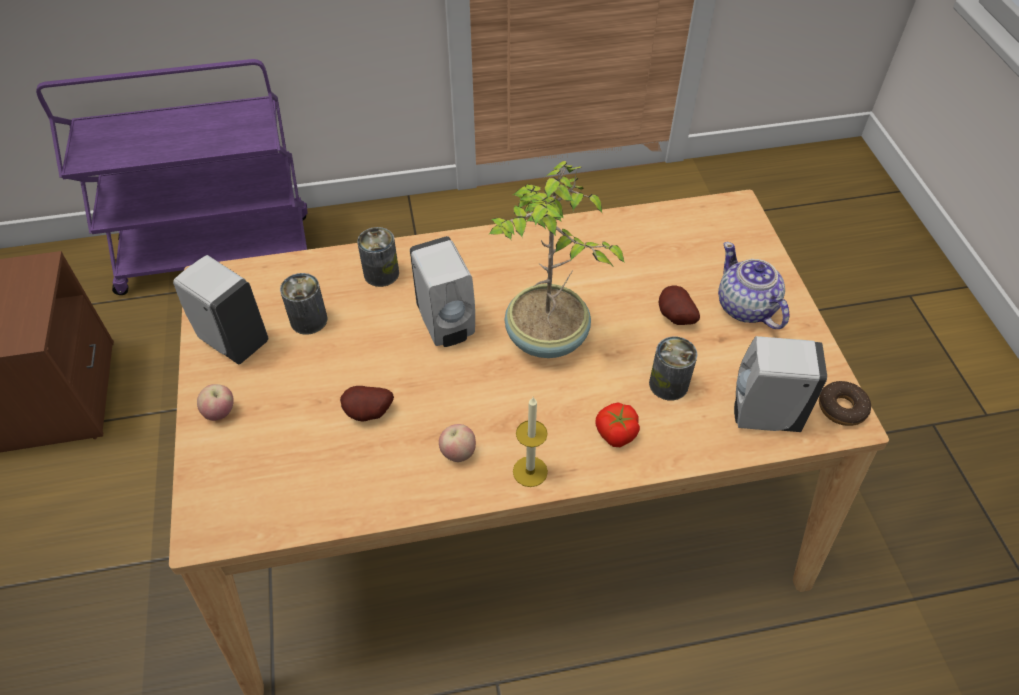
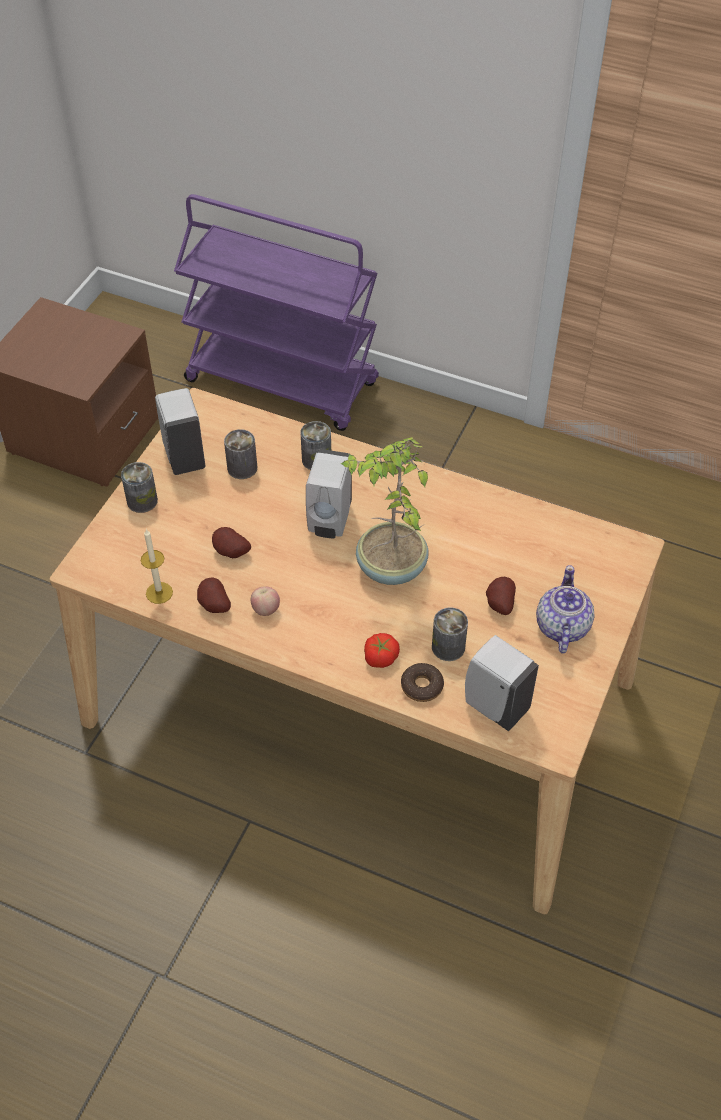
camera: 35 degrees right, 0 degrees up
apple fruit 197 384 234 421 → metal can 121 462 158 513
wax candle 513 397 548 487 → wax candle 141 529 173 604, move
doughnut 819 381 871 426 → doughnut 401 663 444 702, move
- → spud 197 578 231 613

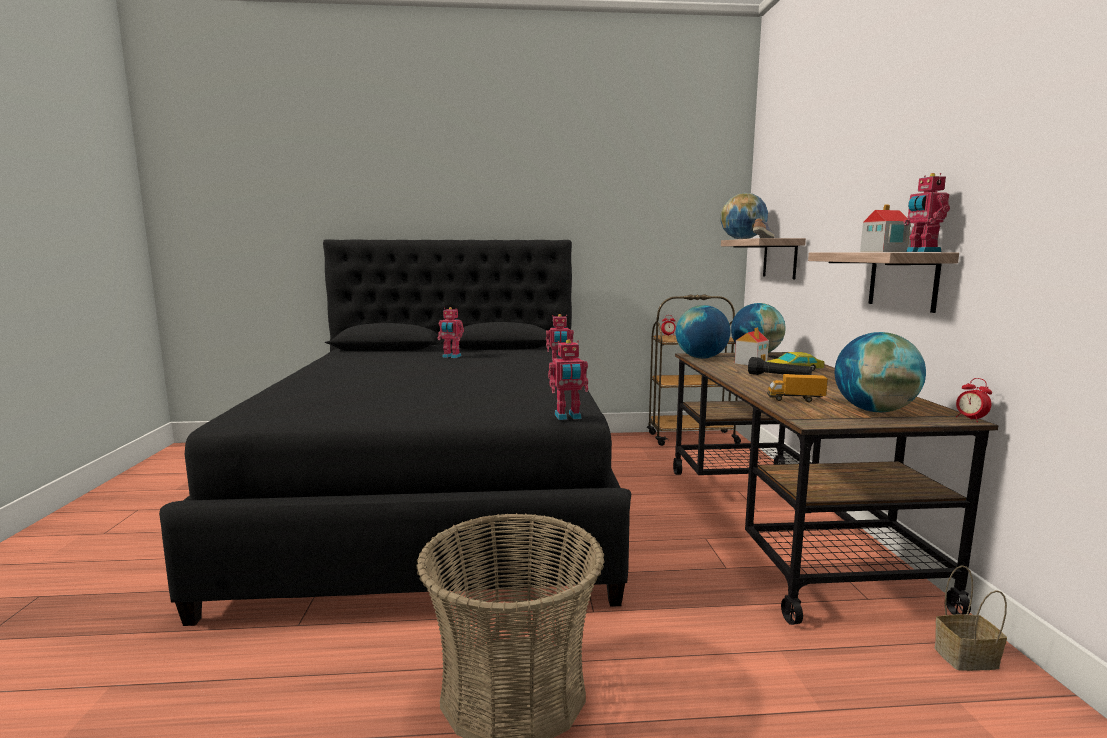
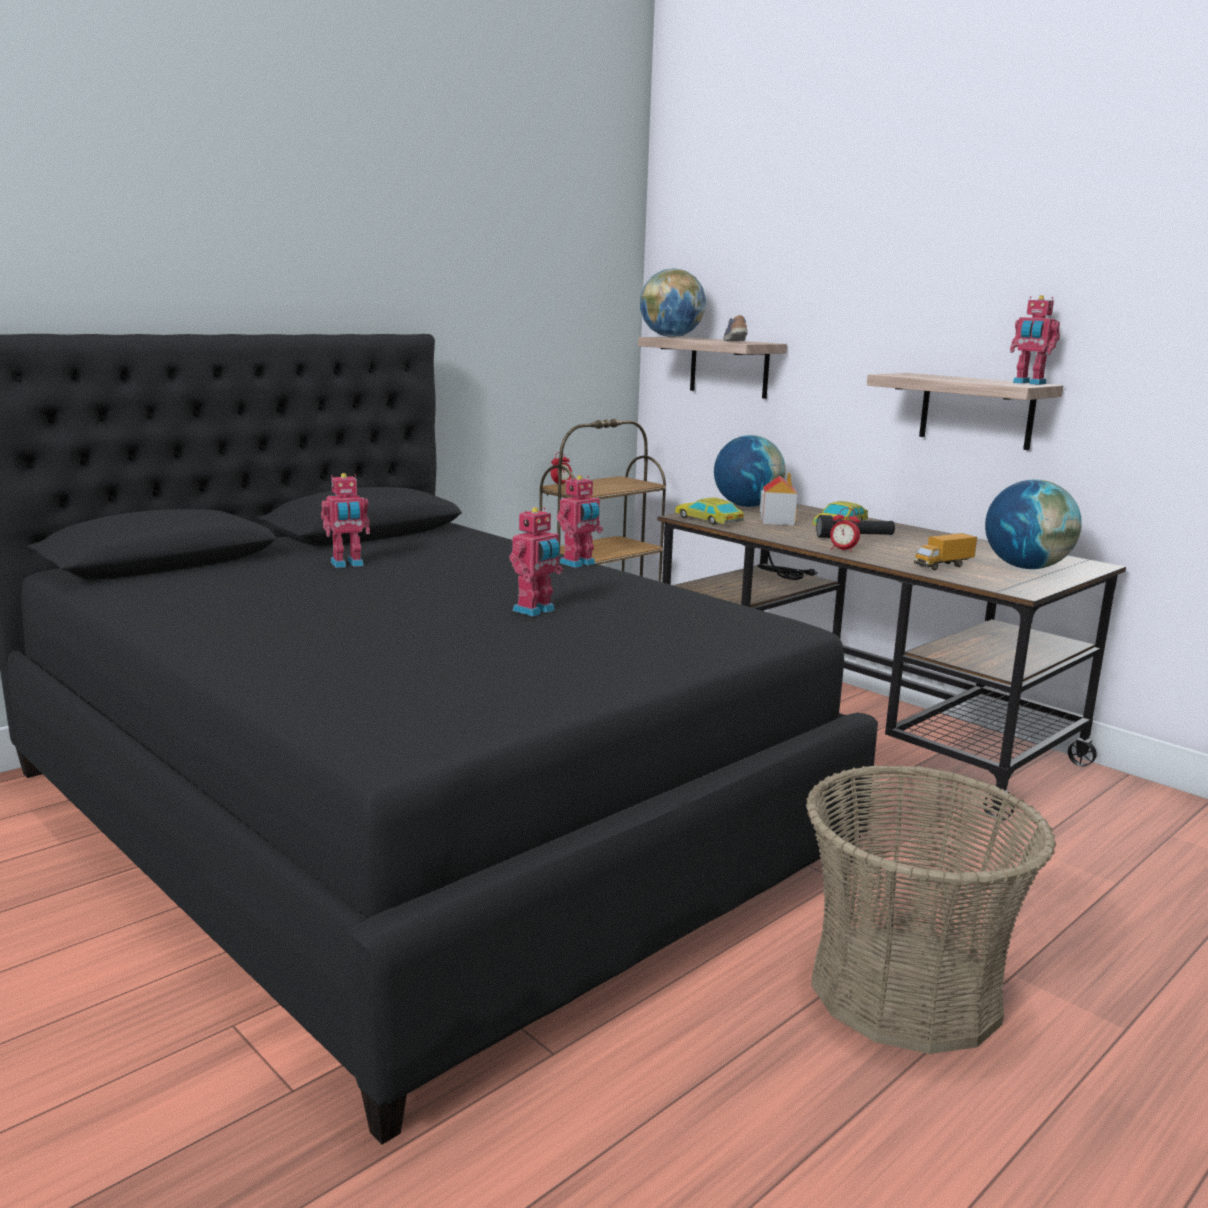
camera: 40 degrees left, 5 degrees up
model robot 548 339 588 420 → model robot 509 507 563 617, move
desk globe 676 305 731 359 → miniature car 675 497 744 525
toy house 860 204 911 252 → -
storage basket 935 565 1007 671 → -
alarm clock 956 378 992 422 → alarm clock 830 508 860 553, move

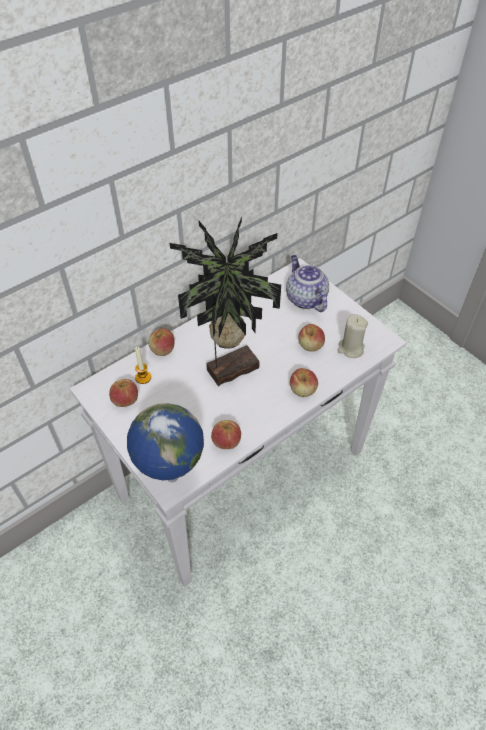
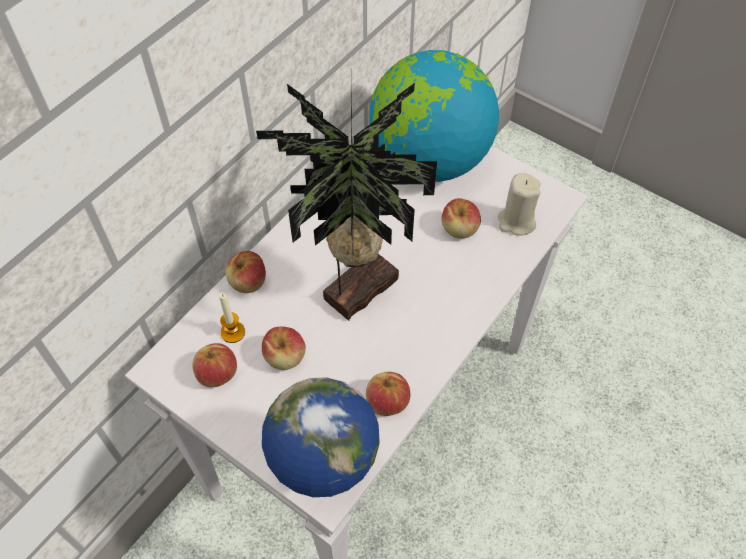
camera: 15 degrees left, 5 degrees up
teapot 286 255 329 312 → desk globe 370 50 499 182
apple fruit 290 368 318 397 → apple fruit 262 327 306 370, move

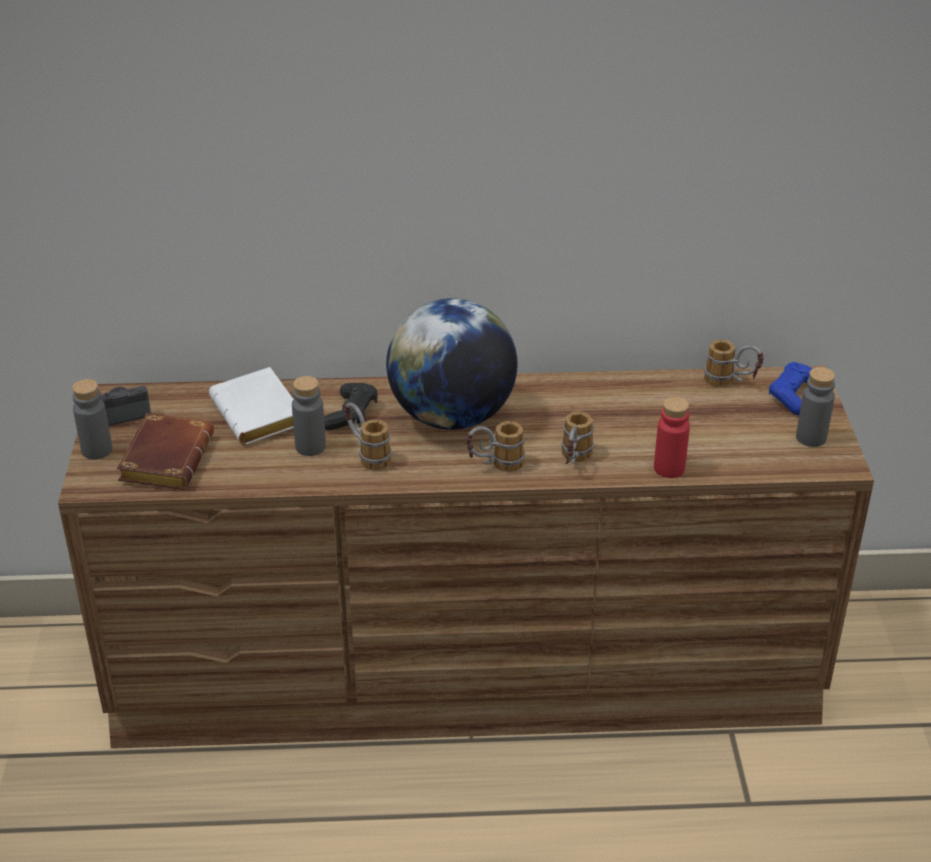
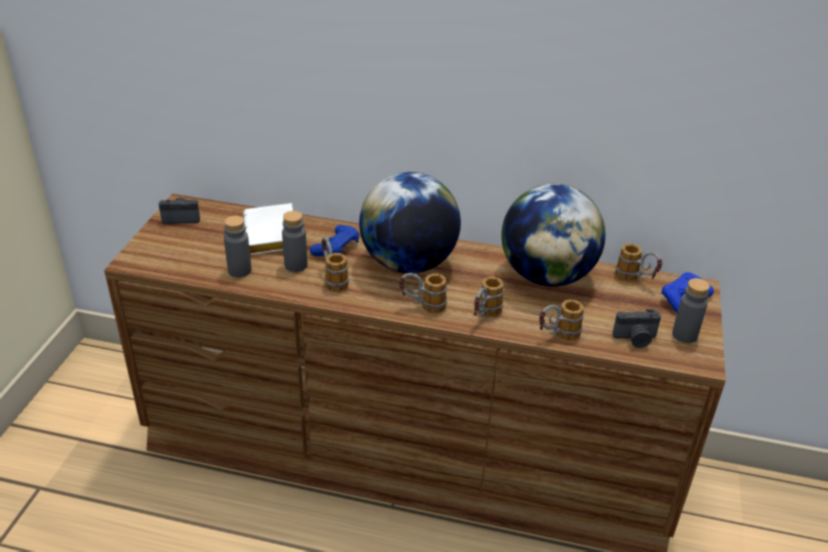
camera: 15 degrees right, 0 degrees up
gray bottle 72 379 112 459 → gray bottle 224 216 251 277, move
brown bound book 117 413 214 490 → -
black-coloured game controller 324 383 378 430 → blue-coloured game controller 310 225 359 256
red bottle 654 397 690 478 → tea mug 539 299 584 341
- → desk globe 501 184 605 287
- → still camera 613 309 661 348

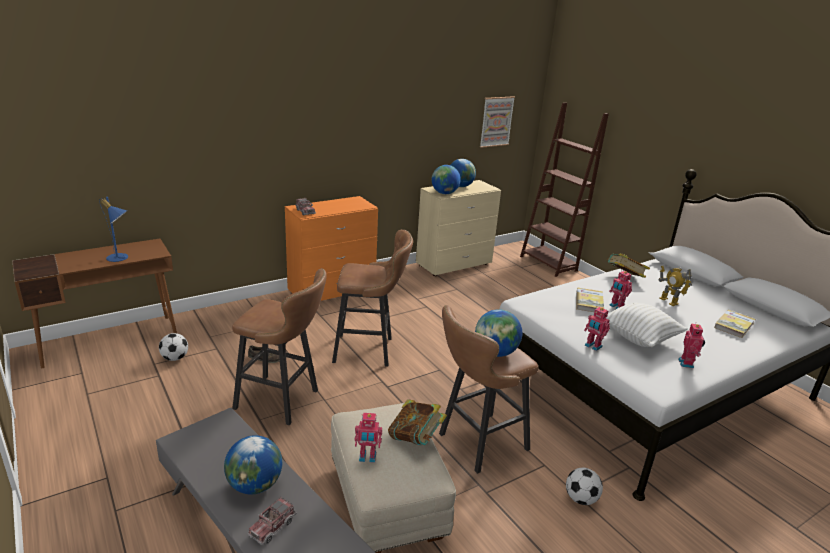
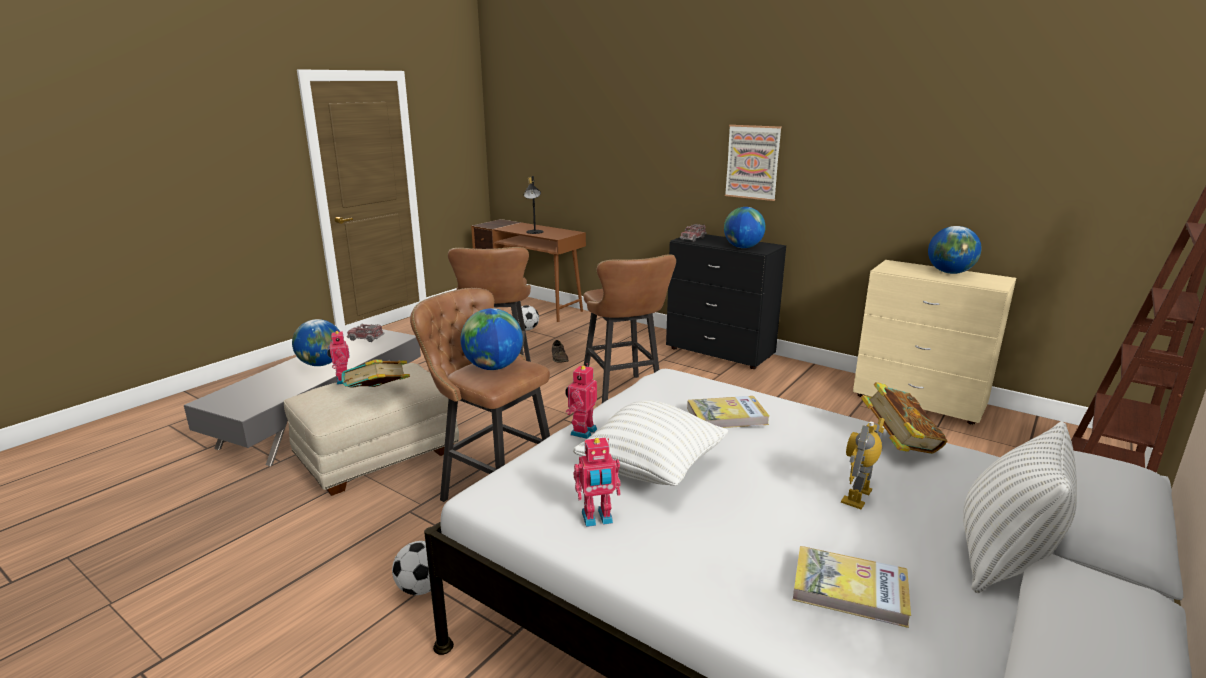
camera: 70 degrees right, 5 degrees down
blue-coloured lamp for a table 99 197 128 262 → black-coloured lamp for a table 524 176 543 234
toy lorry 248 497 297 545 → toy lorry 347 323 385 342, move
orange chest of drawers 285 196 378 301 → black-coloured chest of drawers 666 234 786 369
desk globe 431 165 461 194 → desk globe 724 207 766 248, move
wall picture 480 96 515 148 → wall picture 725 125 782 201, move
model robot 609 270 632 309 → -
- → whitish pillow 963 421 1077 593

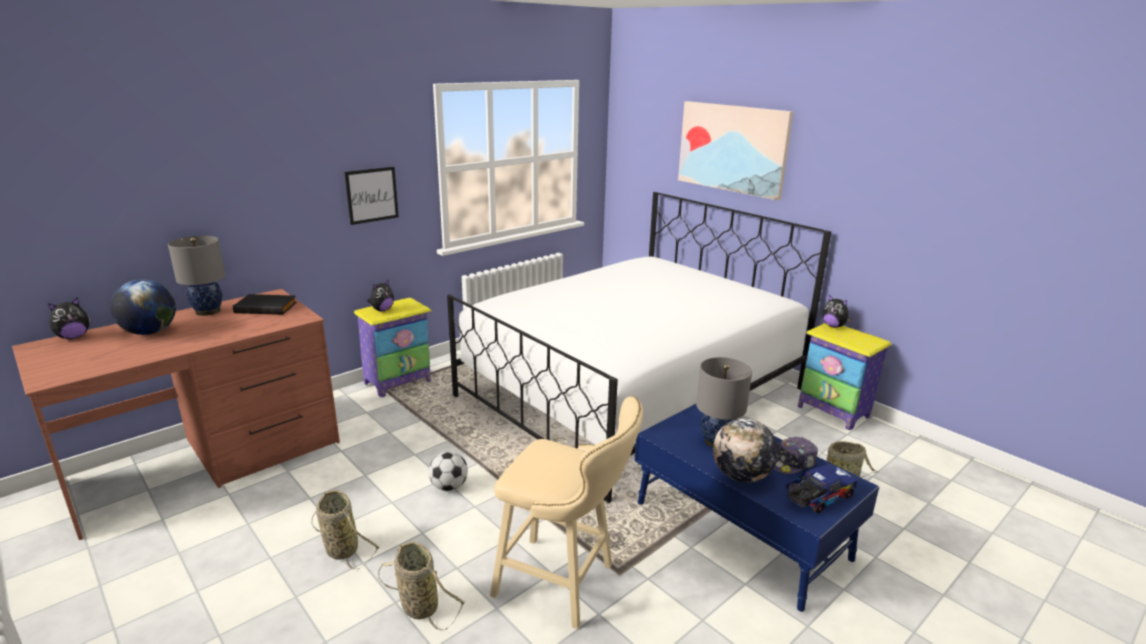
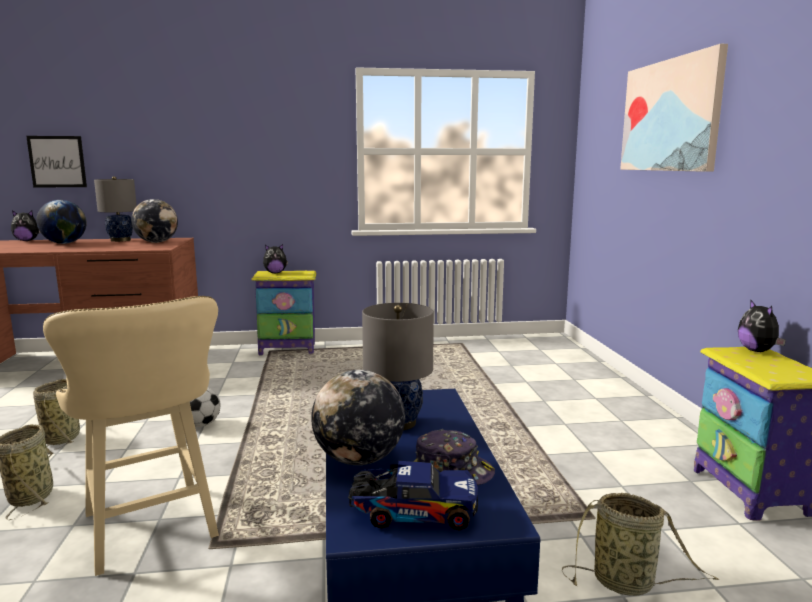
camera: 35 degrees right, 10 degrees down
black-coloured bound book 233 294 297 315 → desk globe 131 199 178 243
wall picture 344 167 399 225 → wall picture 26 136 87 187, move
whitish bed 447 192 831 503 → -
baseball cap 773 437 818 474 → baseball cap 413 429 495 485, 150 degrees counterclockwise

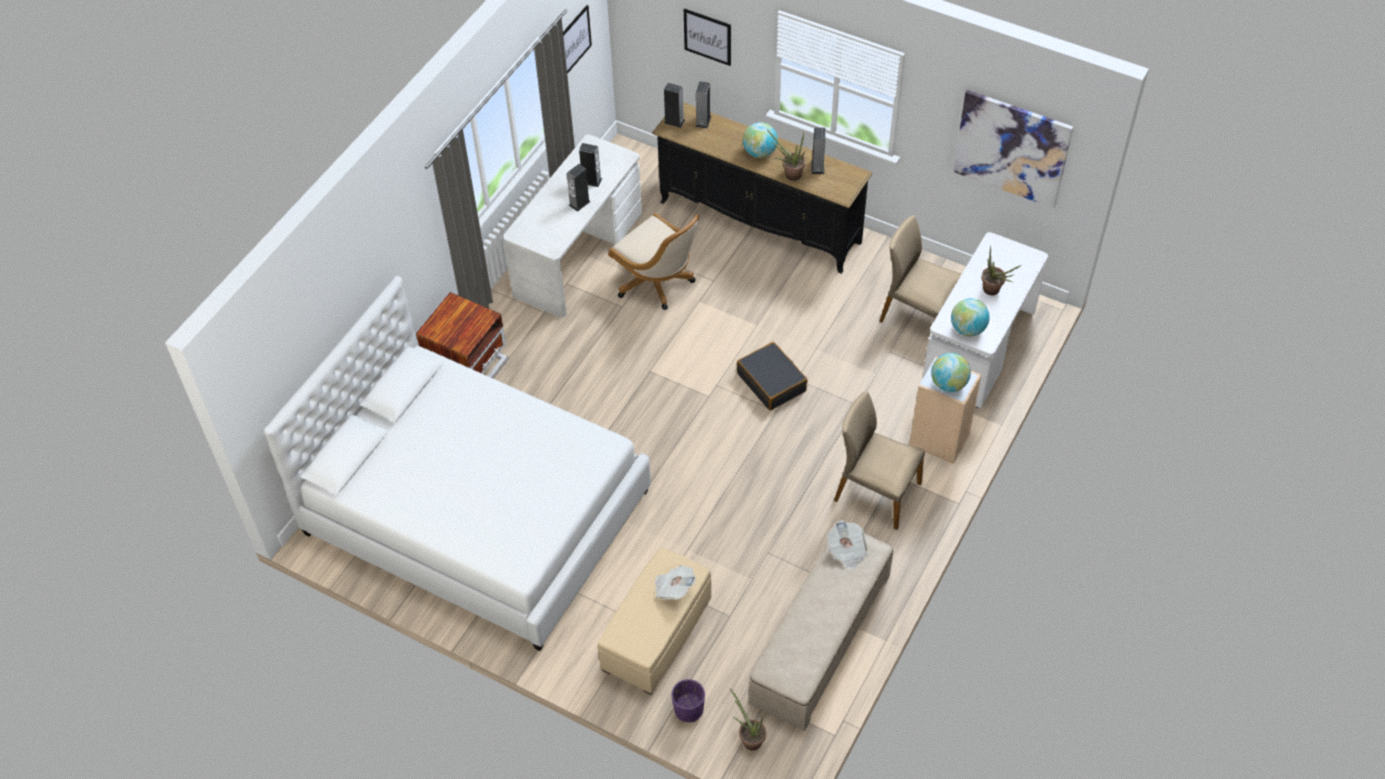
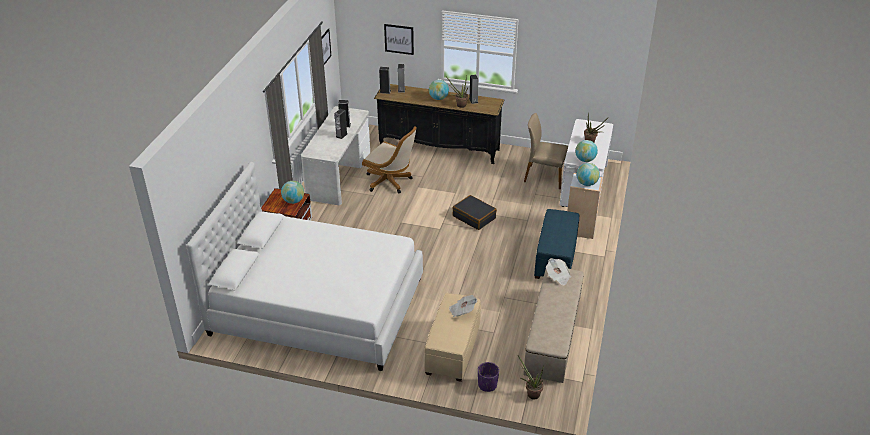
camera: 15 degrees left, 15 degrees down
beige-coloured upright chair 834 392 925 530 → blue-coloured pouffe 534 209 579 279
wall picture 953 90 1073 208 → -
- → desk globe 281 181 304 204

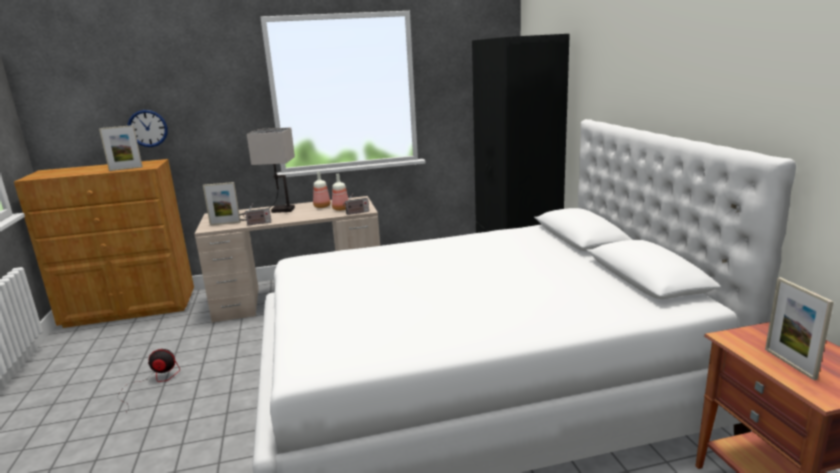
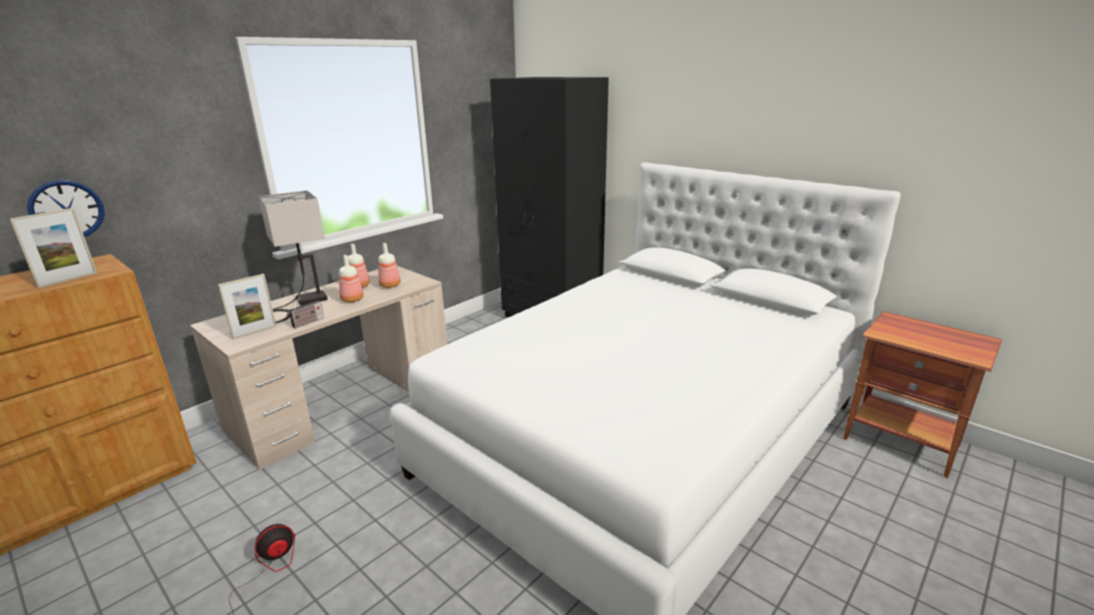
camera: 35 degrees left, 5 degrees up
radio receiver 343 194 369 215 → -
standing frame 765 277 834 380 → -
- → bottle 339 255 364 302

